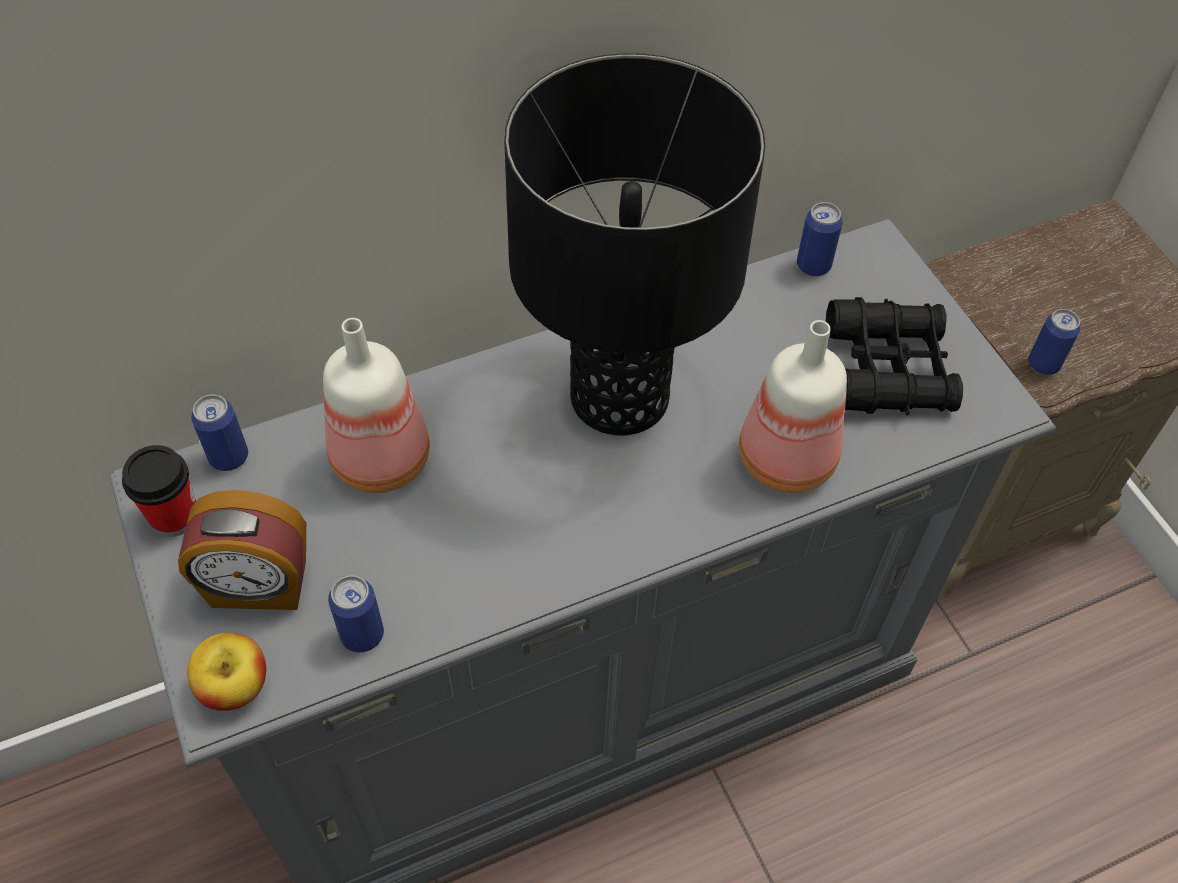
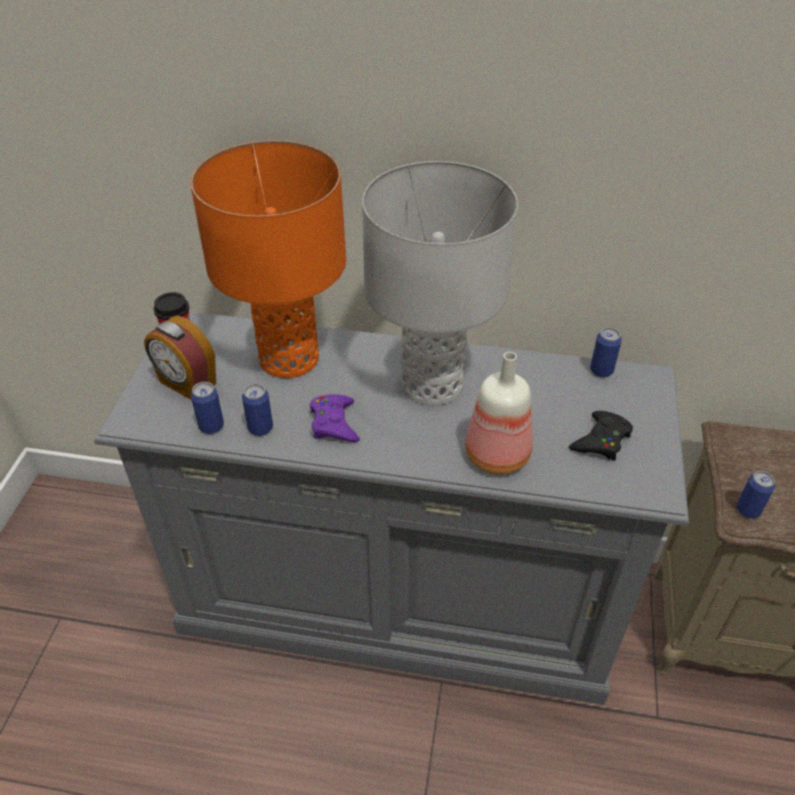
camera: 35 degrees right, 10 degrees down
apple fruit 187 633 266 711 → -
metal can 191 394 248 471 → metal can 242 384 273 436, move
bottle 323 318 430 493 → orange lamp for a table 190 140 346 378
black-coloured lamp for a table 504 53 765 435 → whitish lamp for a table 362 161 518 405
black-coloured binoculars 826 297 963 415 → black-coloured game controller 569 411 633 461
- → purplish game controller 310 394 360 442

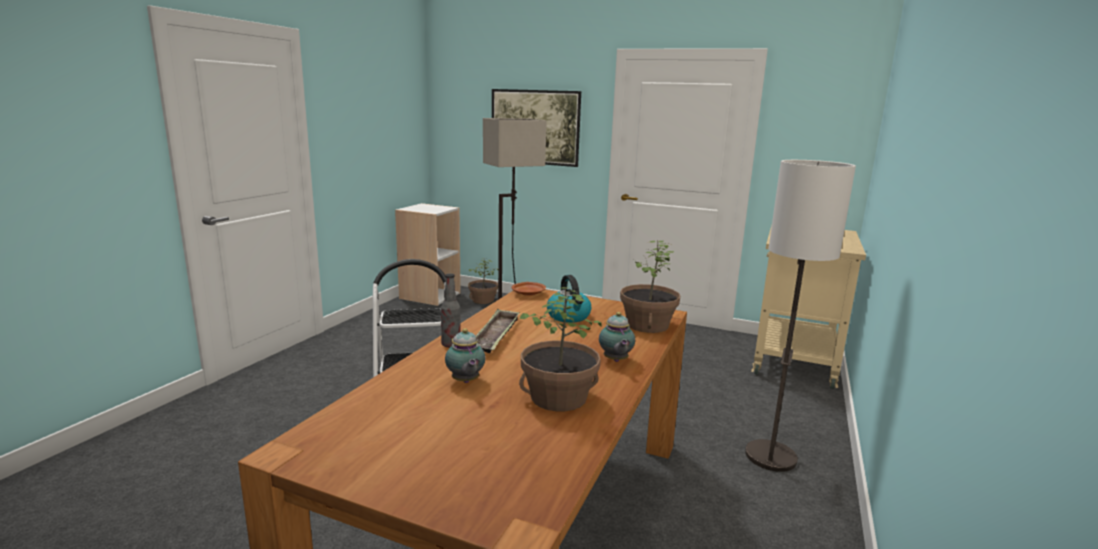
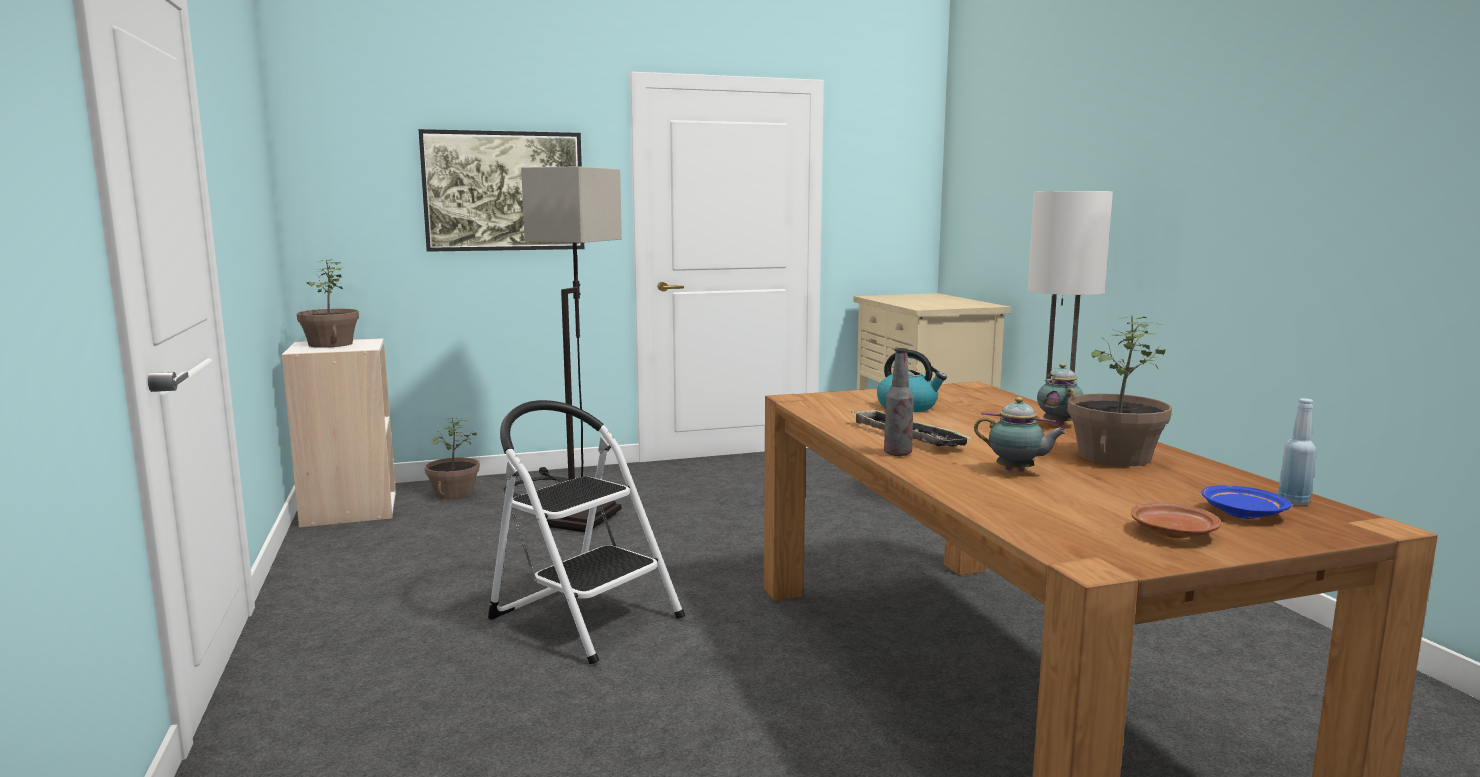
camera: 40 degrees left, 5 degrees down
brown plate 512 282 546 296 → brown plate 1131 503 1221 538, move
teapot 599 312 635 362 → teapot 1037 363 1083 426, 135 degrees counterclockwise
houseplant 620 241 680 333 → houseplant 297 259 359 348, move
- → blue-coloured plate 1202 485 1291 519
- → blue-coloured bottle 1278 398 1316 506

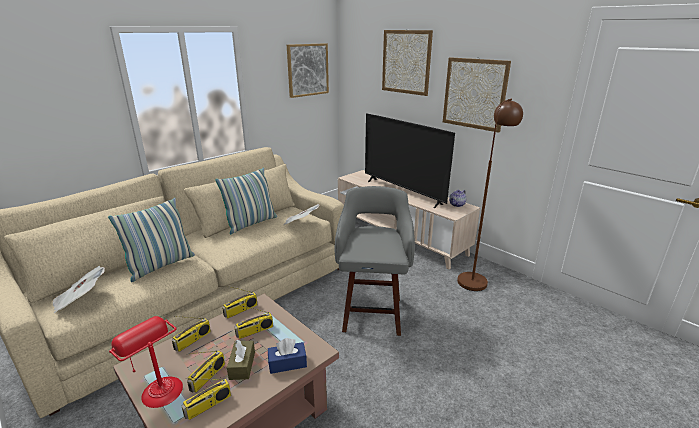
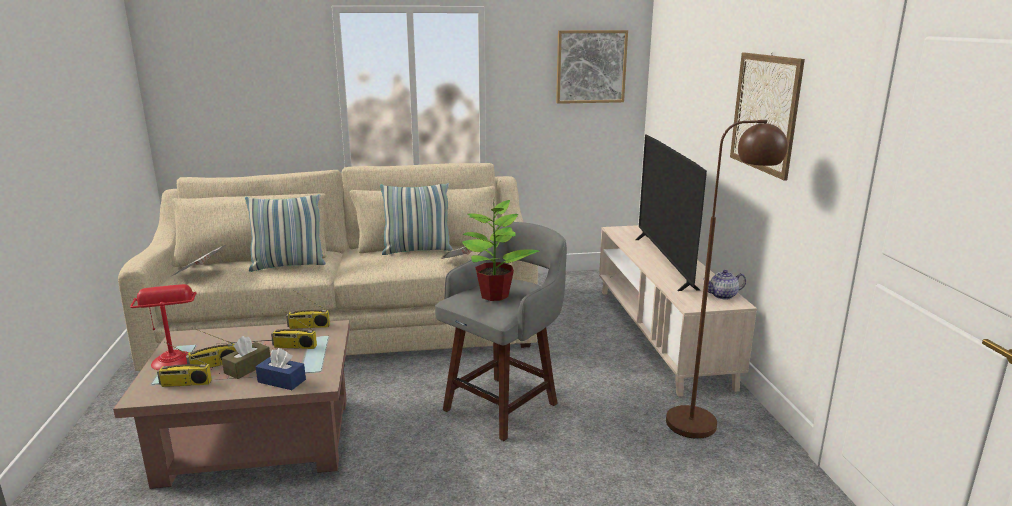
camera: 35 degrees right, 5 degrees down
radio receiver 172 316 211 352 → -
wall picture 382 28 433 96 → -
- → houseplant 462 200 539 301

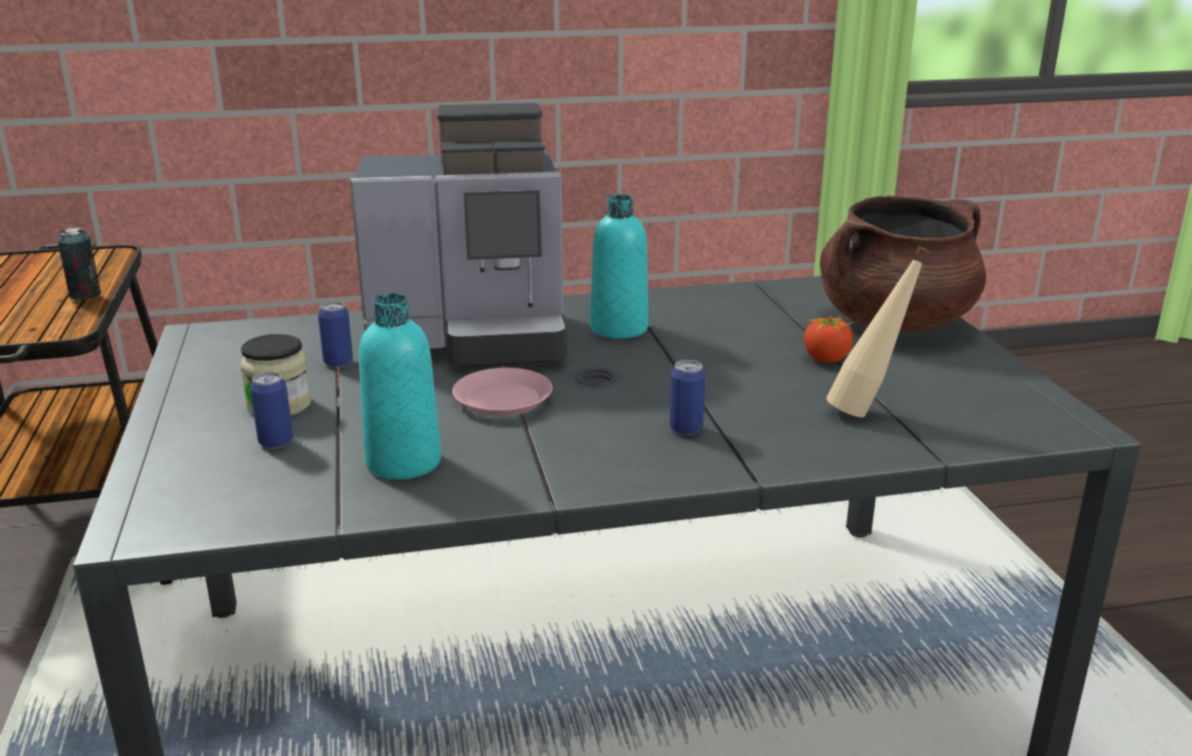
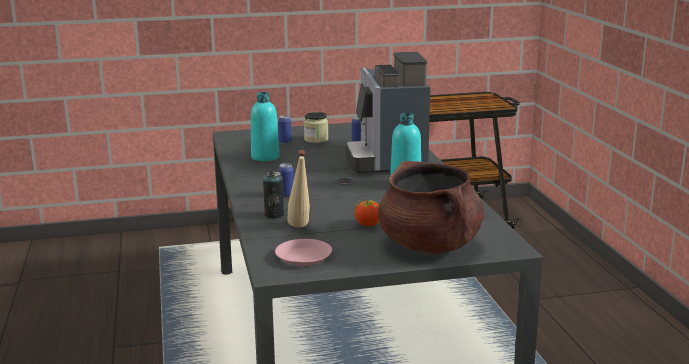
camera: 90 degrees right, 5 degrees down
metal can 57 227 101 300 → metal can 263 171 284 219, move
pink plate 452 368 552 416 → pink plate 275 239 332 266, move

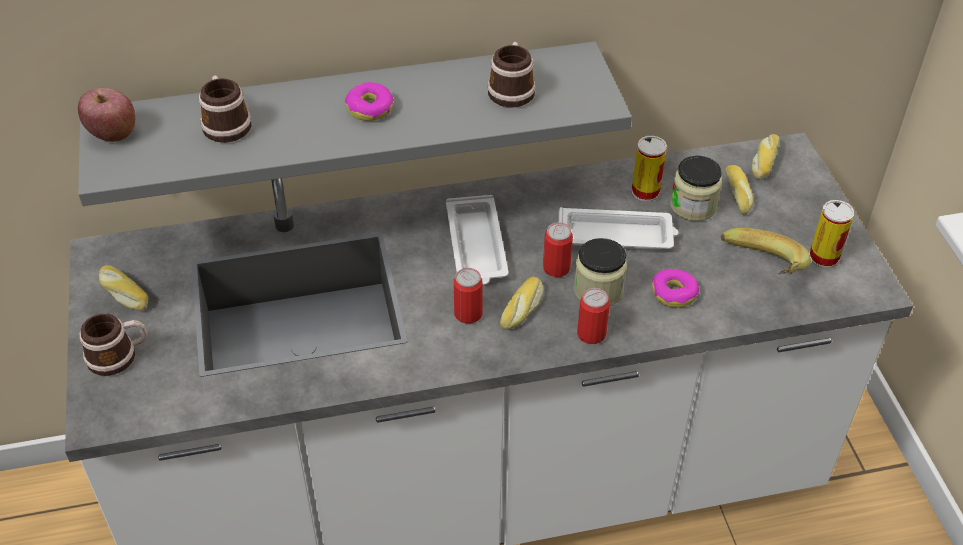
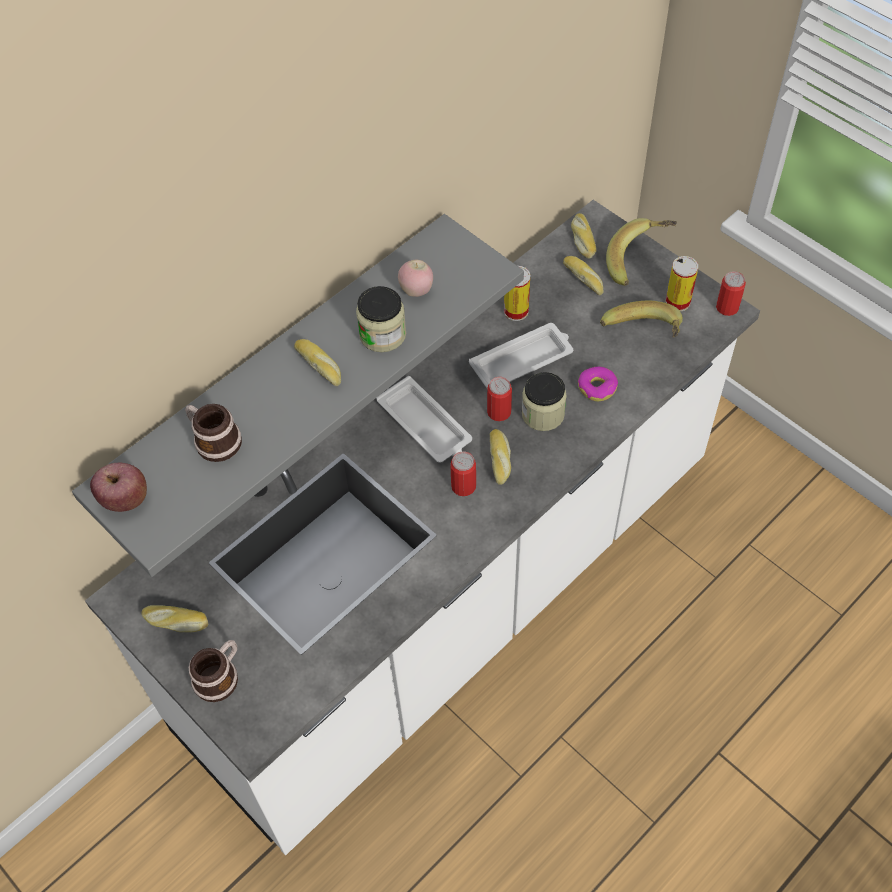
camera: 30 degrees left, 10 degrees up
doughnut 345 82 394 121 → bakery bread 294 339 341 386
tea mug 487 42 536 107 → apple fruit 398 260 433 297
metal can 577 288 610 344 → metal can 716 271 746 316, move
storage jar 670 156 722 221 → storage jar 356 286 406 352, move
- → whole banana 606 218 677 286

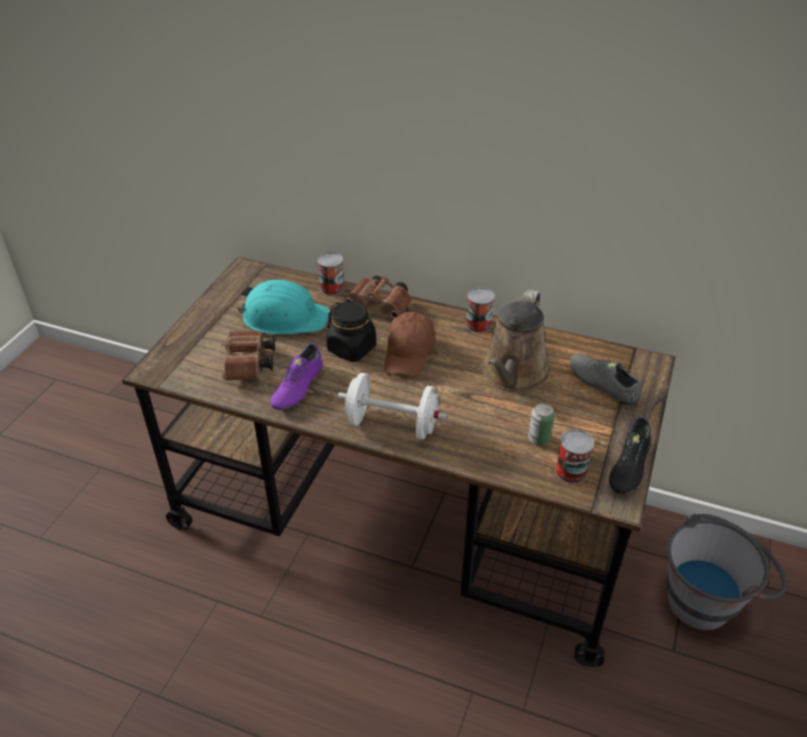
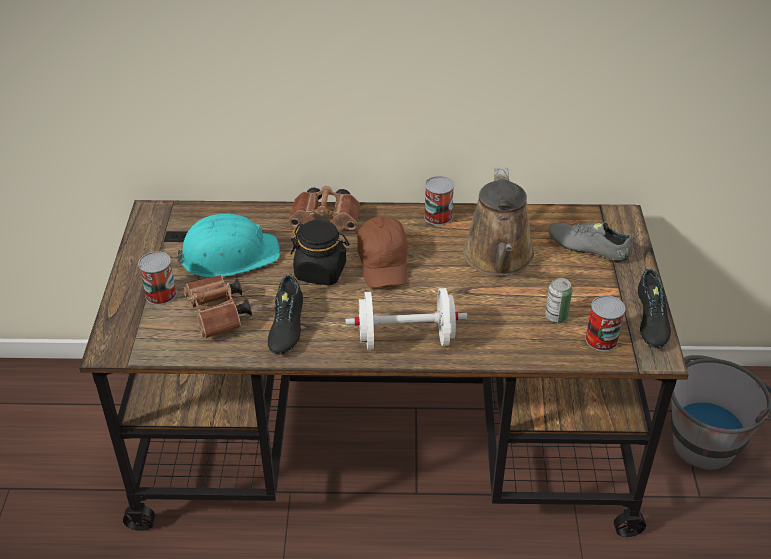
camera: 20 degrees left, 0 degrees up
purplish item of footwear 270 343 323 410 → black-coloured item of footwear 268 274 303 355
metal can 318 252 345 296 → metal can 138 251 177 305, move

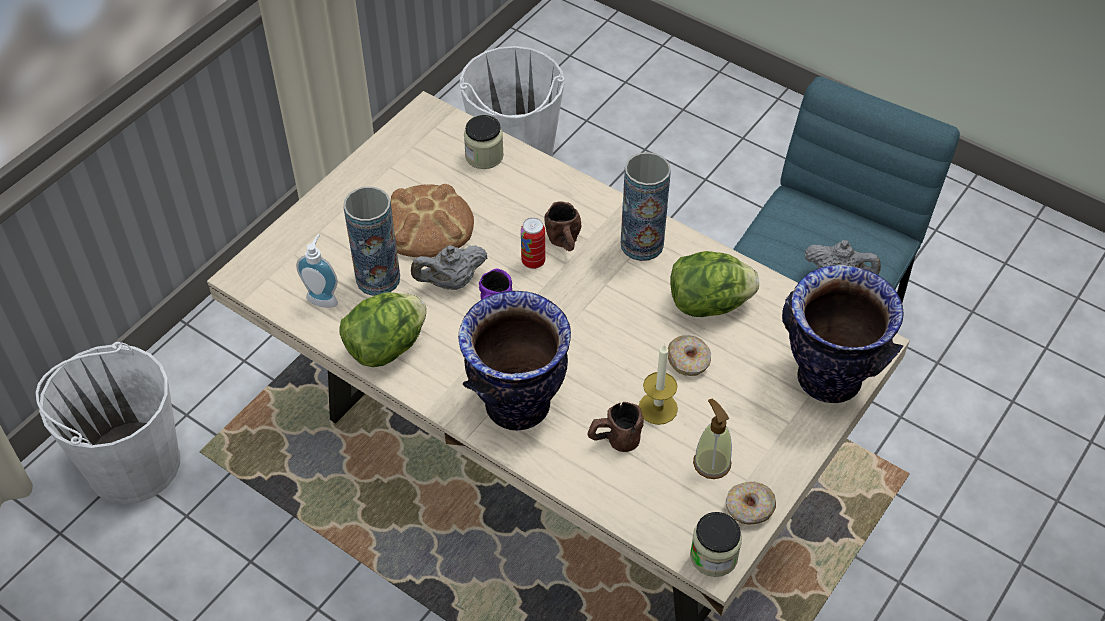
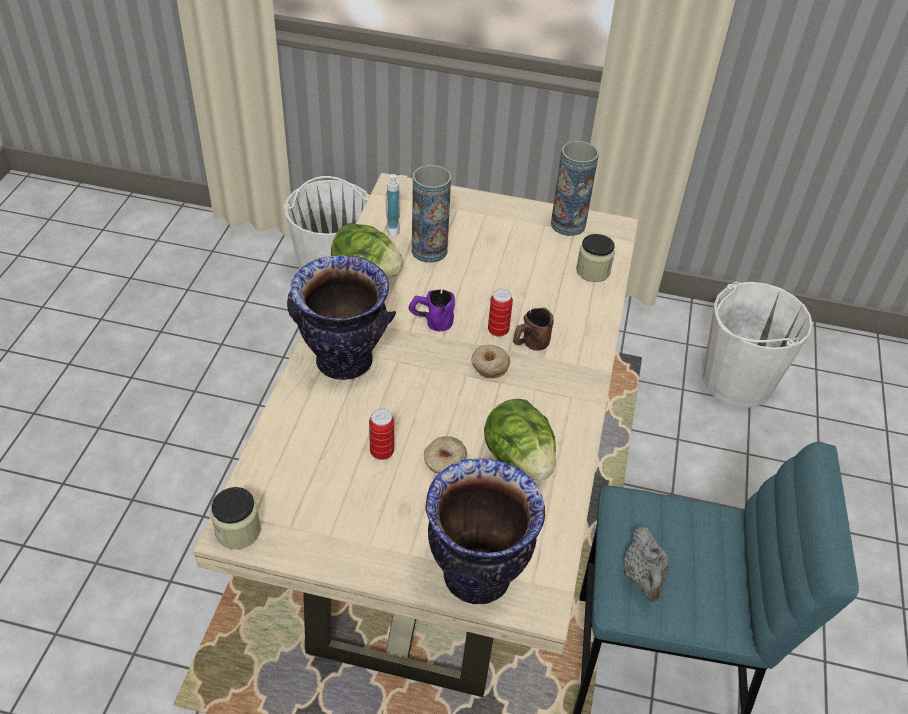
camera: 65 degrees right, 5 degrees down
bakery bread 390 184 474 258 → -
gray teapot 411 245 487 290 → -
brown tea mug 588 402 644 452 → -
flower vase 621 152 671 261 → flower vase 551 141 599 236, move
wax candle 639 344 678 425 → metal can 369 408 394 460
soap dispenser 693 399 732 479 → -
doughnut 726 482 776 525 → doughnut 471 345 510 378, move

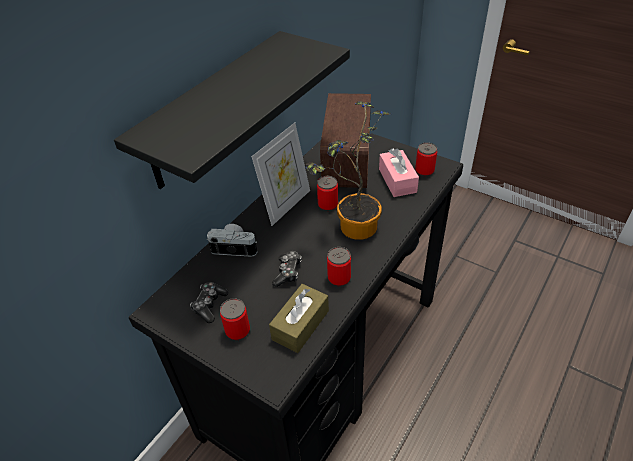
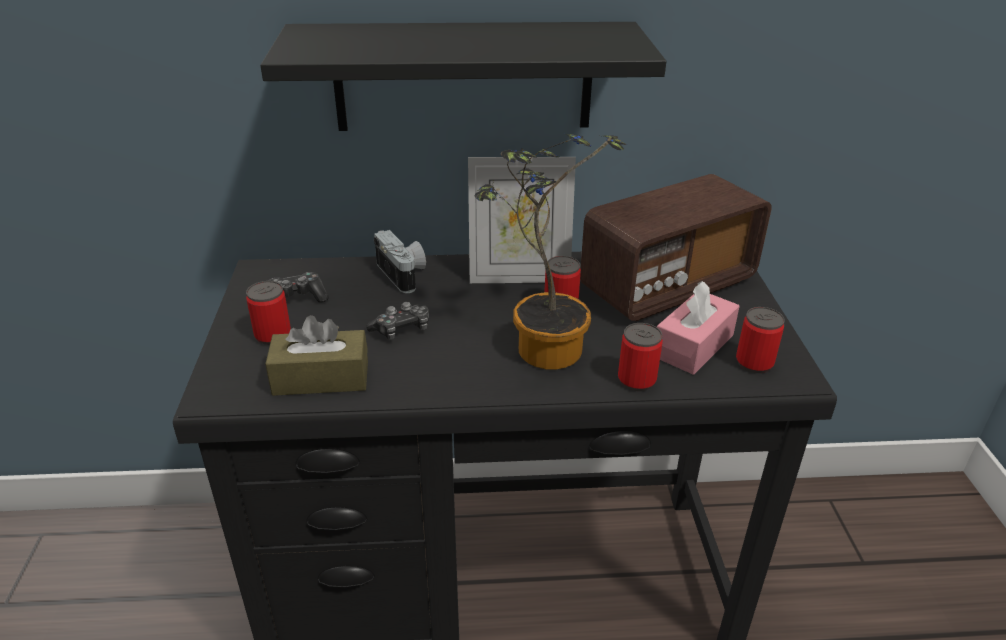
camera: 50 degrees right, 10 degrees down
metal can 327 247 351 286 → metal can 618 323 663 391, move

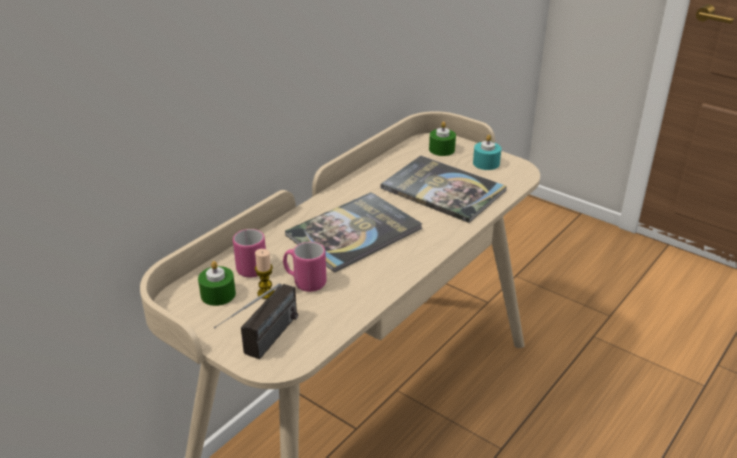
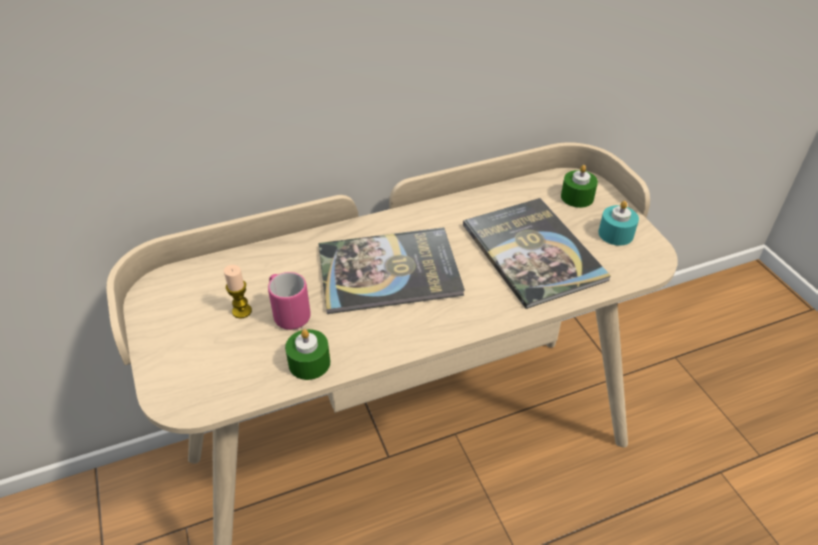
camera: 30 degrees right, 10 degrees up
green-coloured wax candle 198 261 236 306 → green-coloured wax candle 285 329 330 380, move
radio receiver 214 283 298 359 → -
pink tea mug 233 229 266 278 → -

